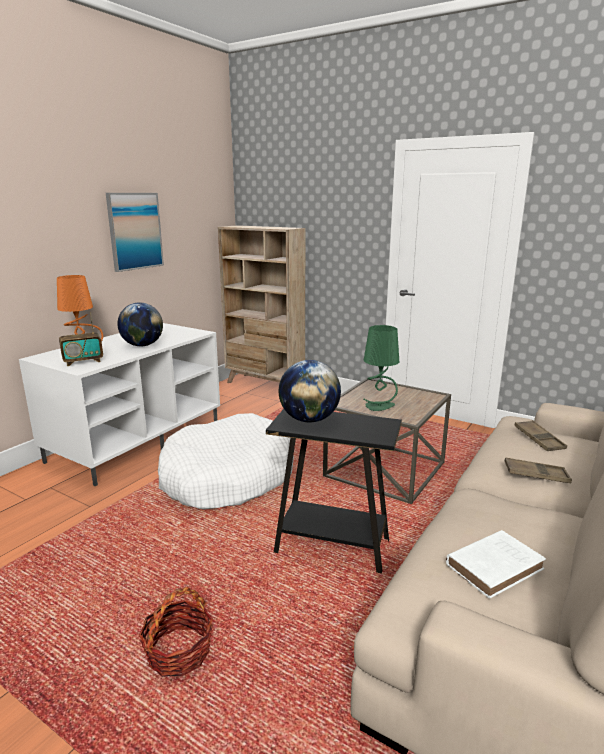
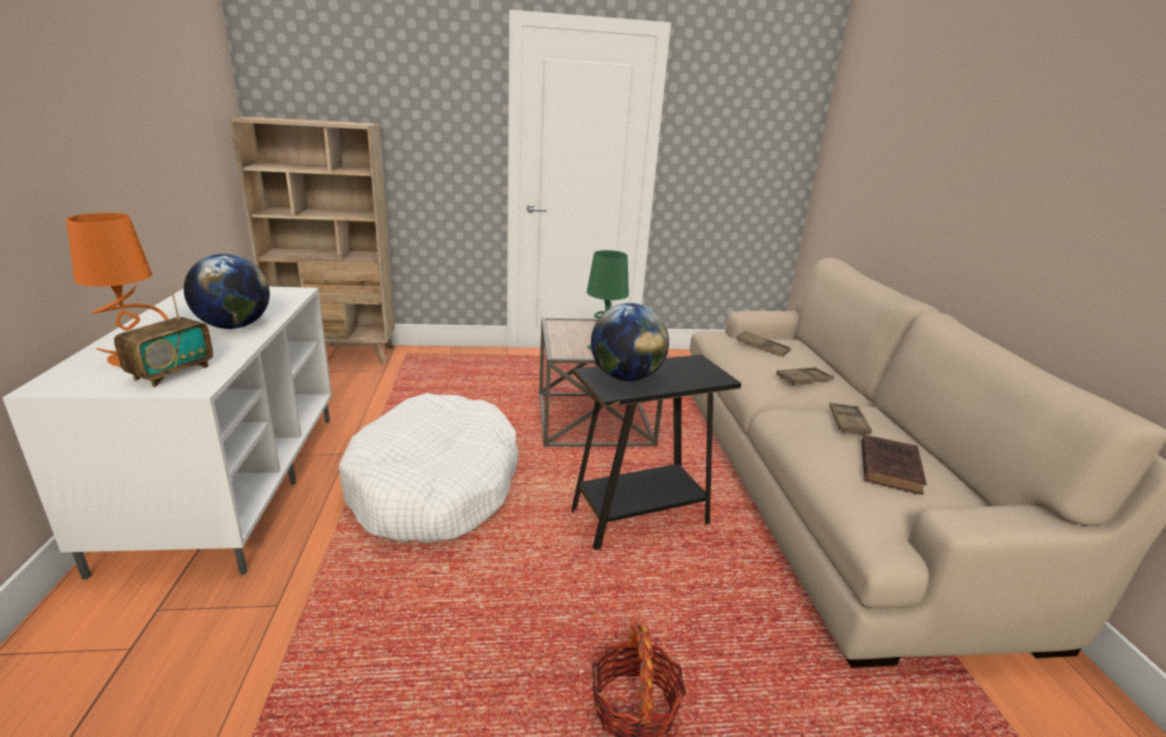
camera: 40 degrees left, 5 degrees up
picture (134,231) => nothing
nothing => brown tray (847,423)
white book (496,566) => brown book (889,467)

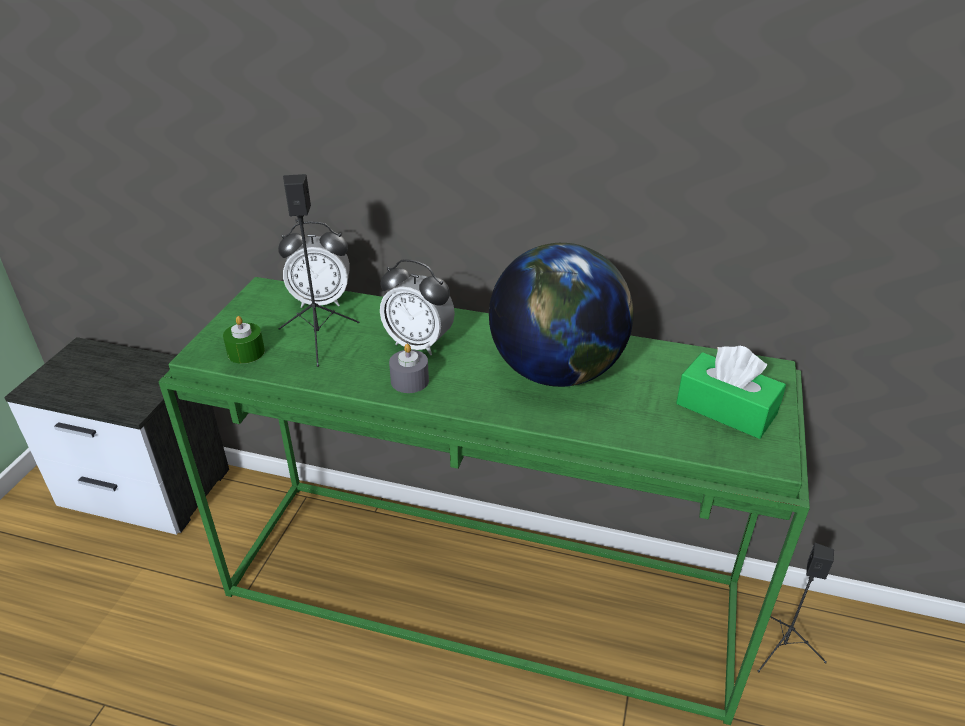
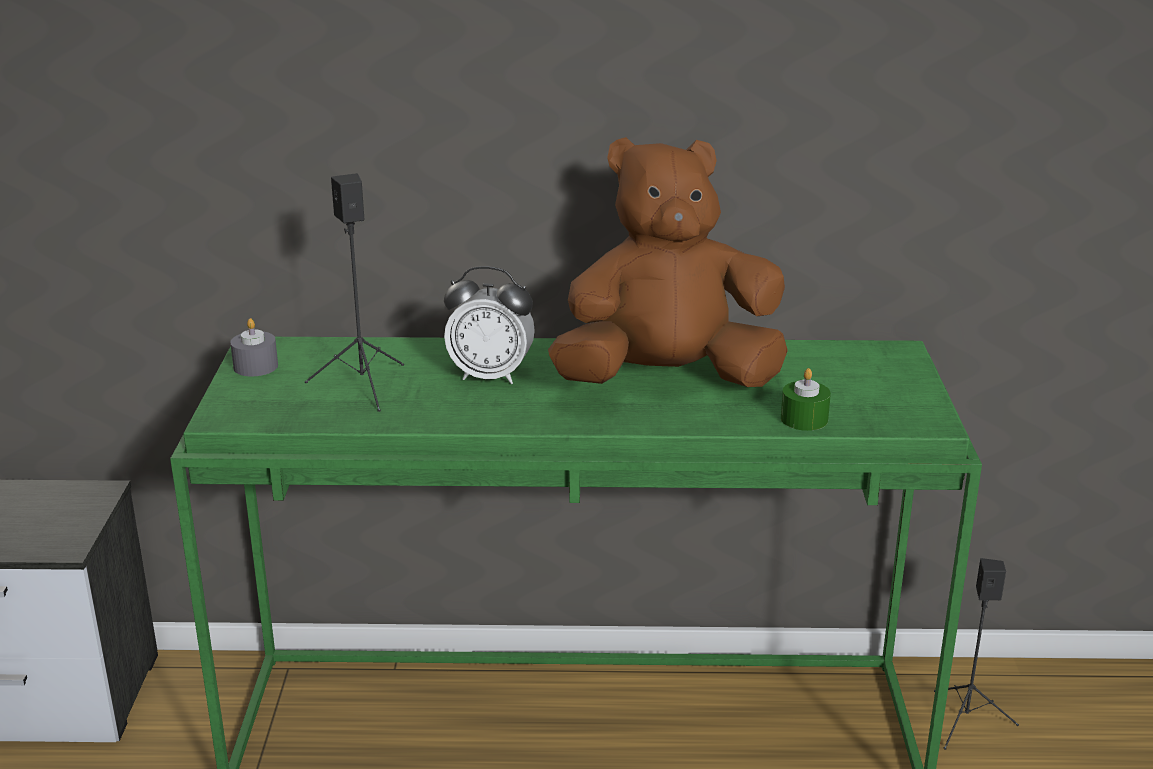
camera: 15 degrees left, 10 degrees down
alarm clock (321,301) => nothing
green tissue box (726,409) => nothing
green candle (246,352) => green candle (804,419), relocated
grey candle (409,381) => grey candle (255,366), relocated
globe (557,371) => brown plush toy (667,380)

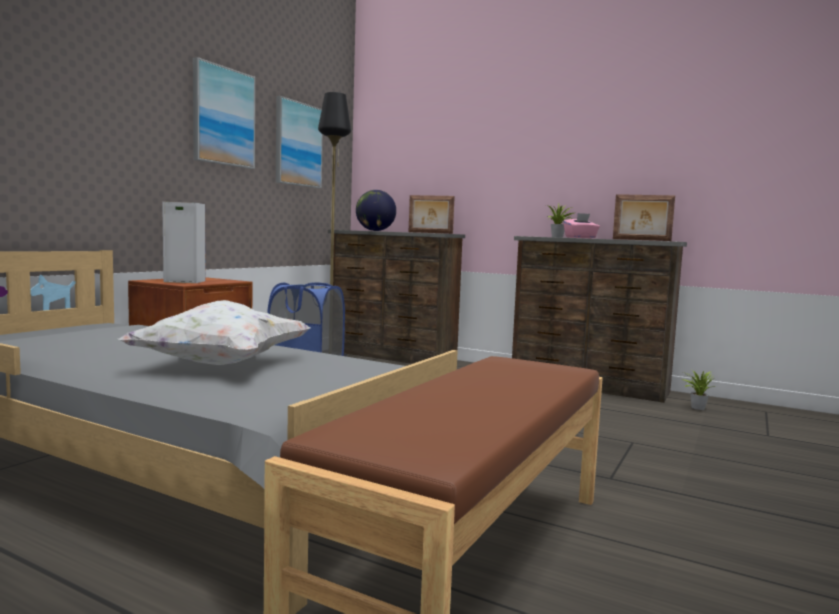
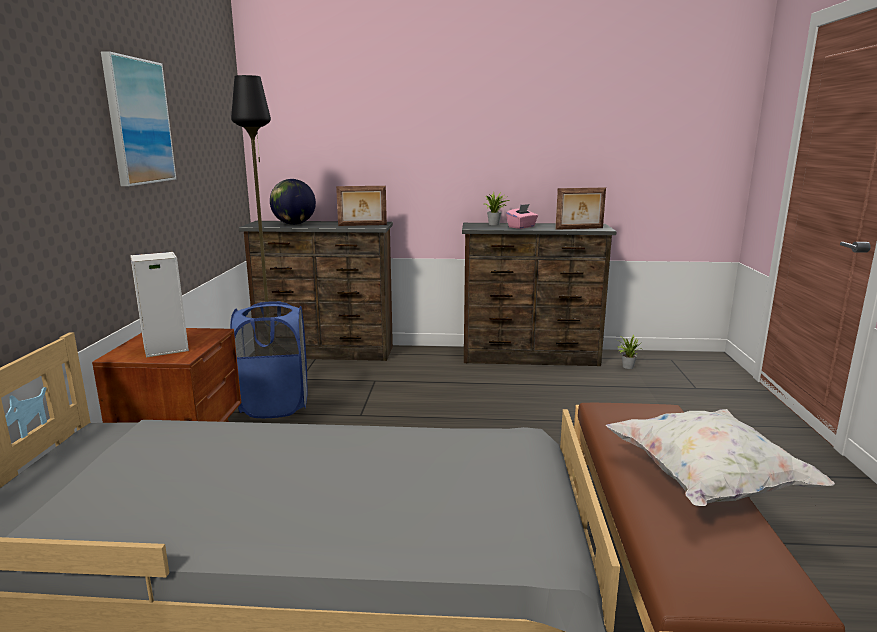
camera: 25 degrees left, 10 degrees up
picture (298,144) => nothing
white pillow (222,365) => white pillow (707,483), relocated

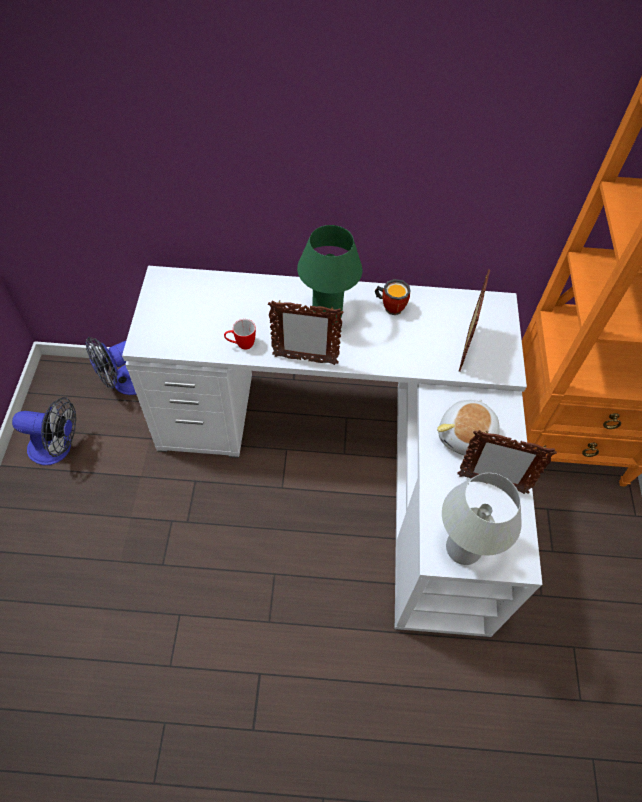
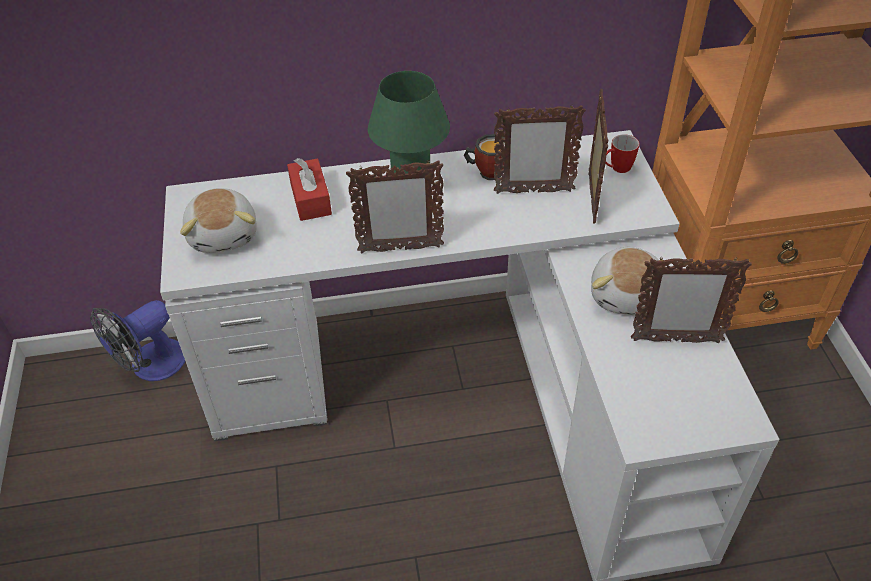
camera: 10 degrees left, 10 degrees down
fan (57,448) => nothing
white table lamp (463,548) => nothing
nothing => plush toy (224,234)
nothing => red tissue box (310,199)
nothing => picture frame (533,192)
mug (241,344) => mug (616,169), relocated

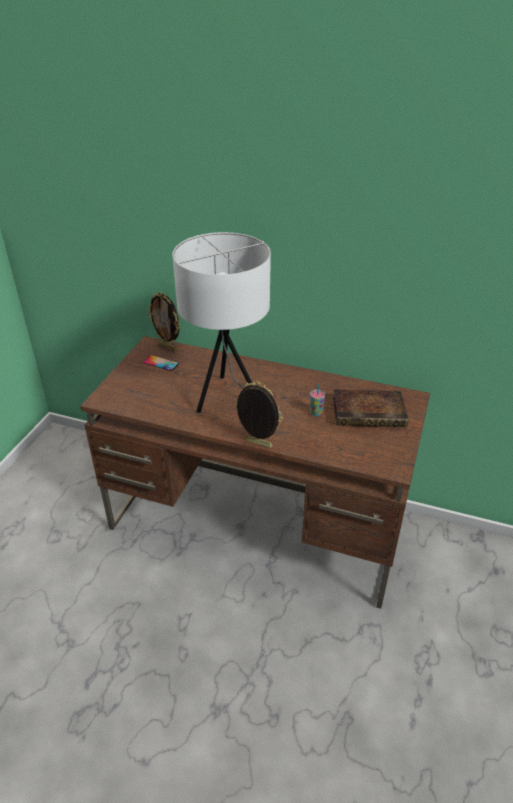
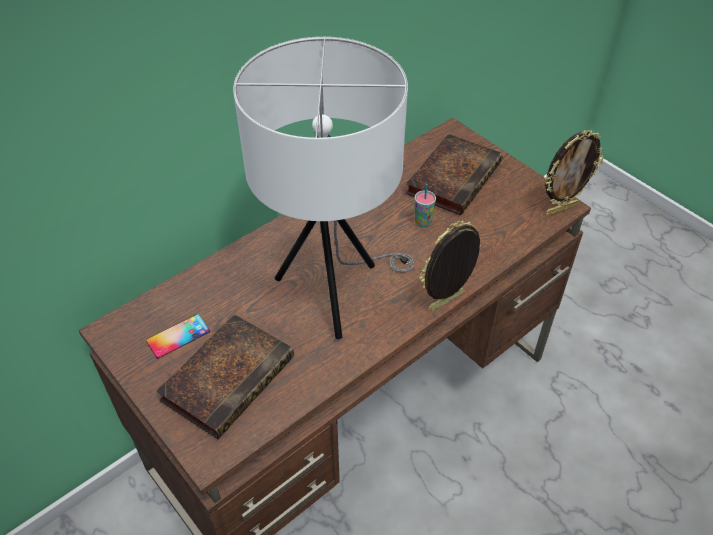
camera: 60 degrees left, 10 degrees up
nothing => book (229,376)
picture frame (167,347) => picture frame (561,209), relocated

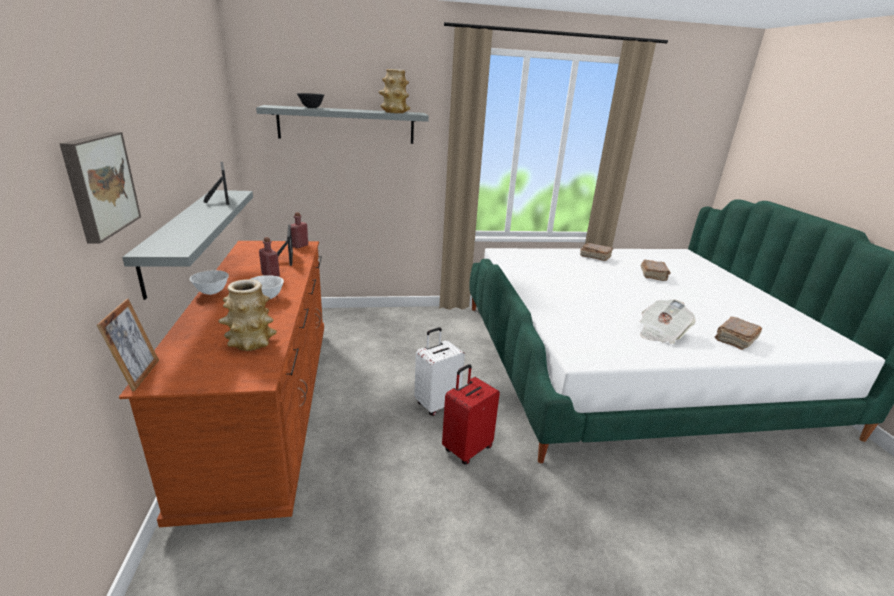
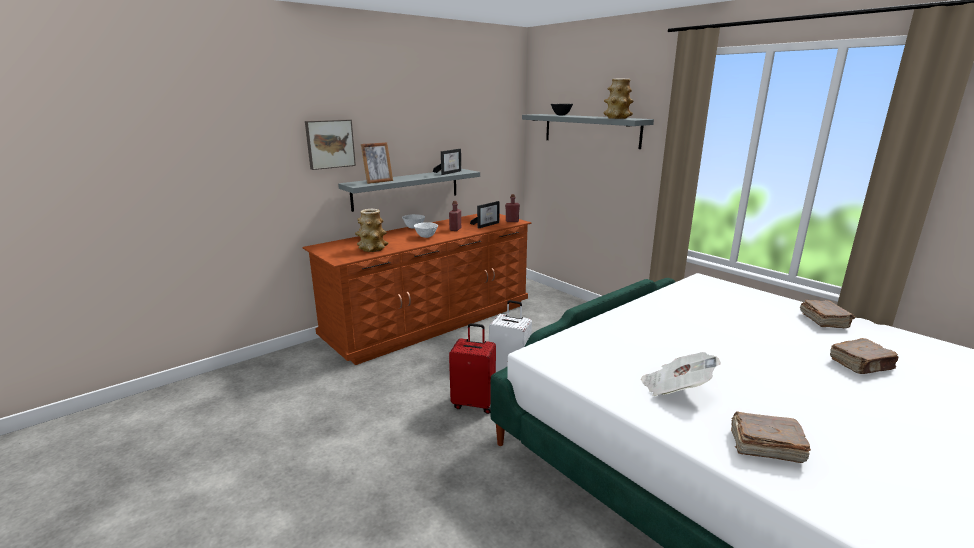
camera: 60 degrees right, 5 degrees down
picture frame (138,375) => picture frame (378,181), relocated

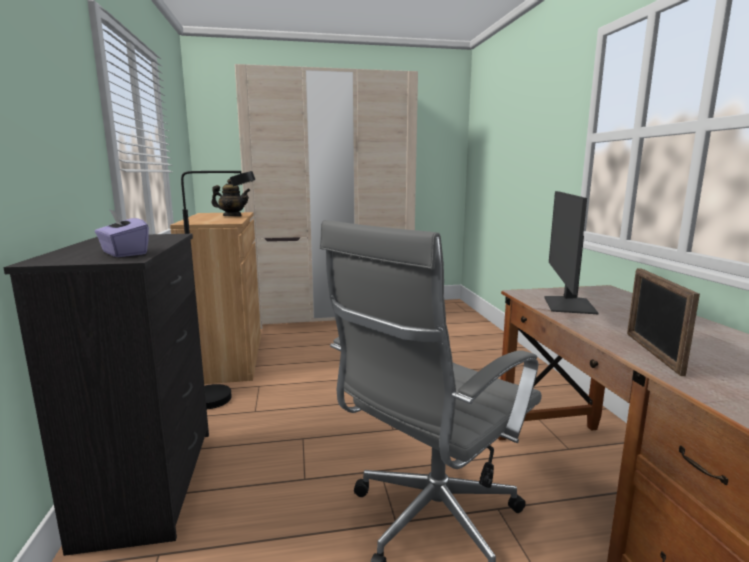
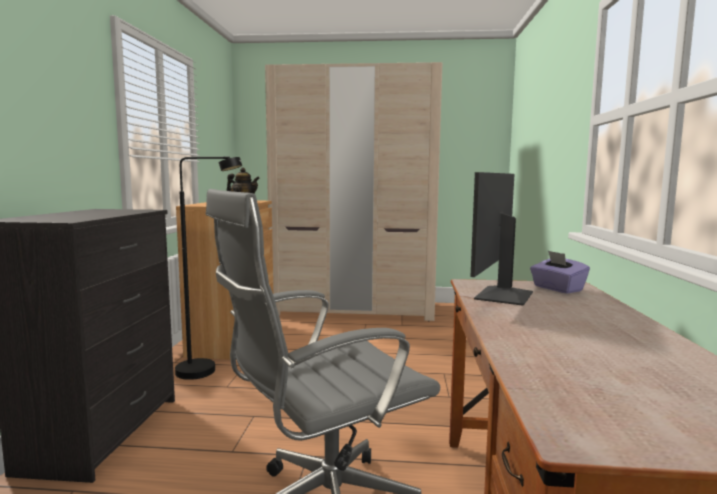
camera: 15 degrees right, 5 degrees down
picture frame (652,353) => nothing
purple tissue box (123,253) => purple tissue box (557,289), relocated

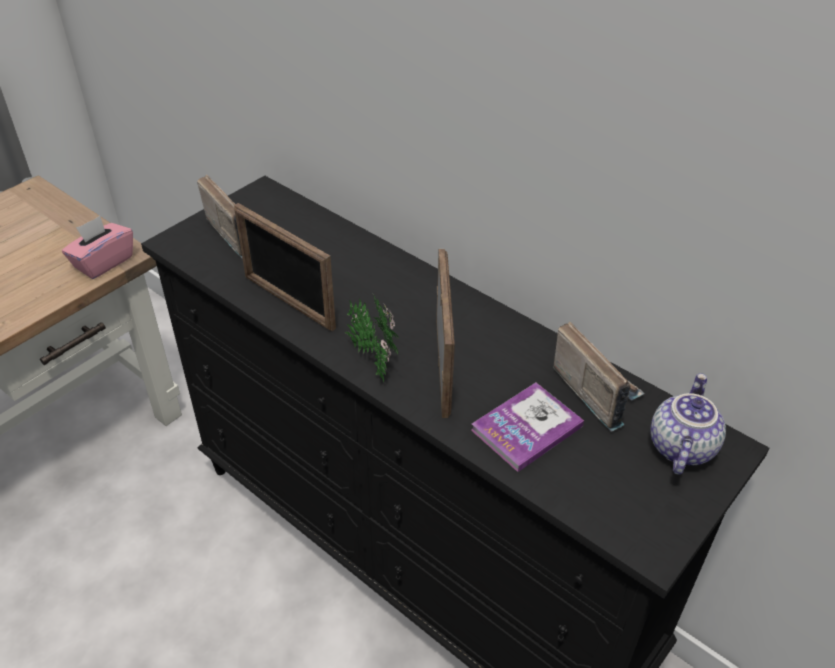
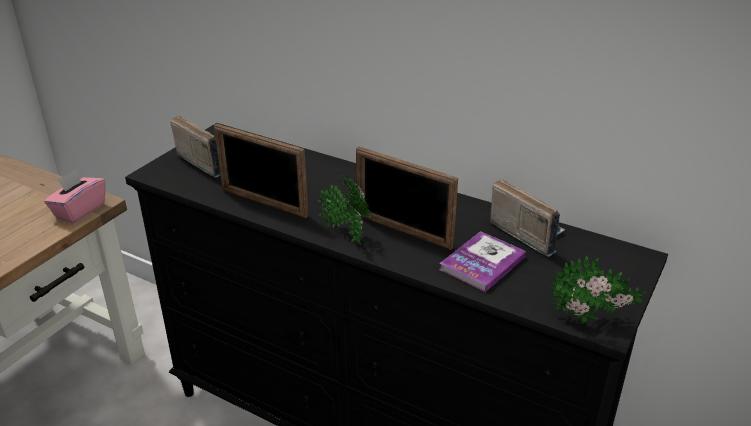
camera: 10 degrees left, 10 degrees down
teapot (679,446) => nothing
nothing => potted plant (591,321)
picture frame (442,366) => picture frame (403,231), 135 degrees clockwise

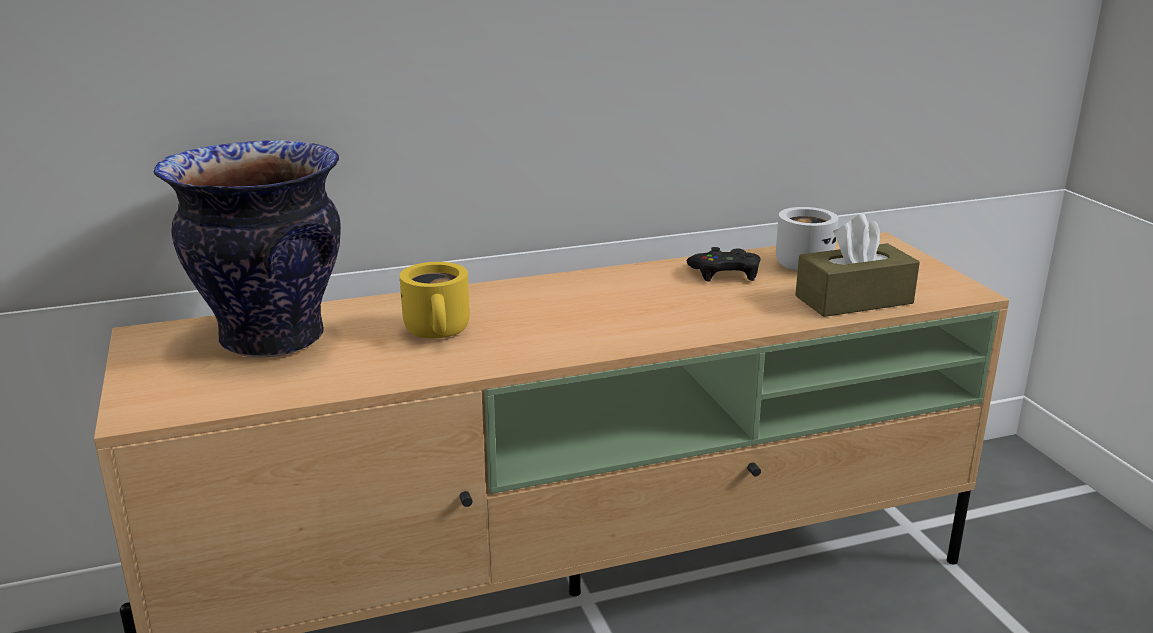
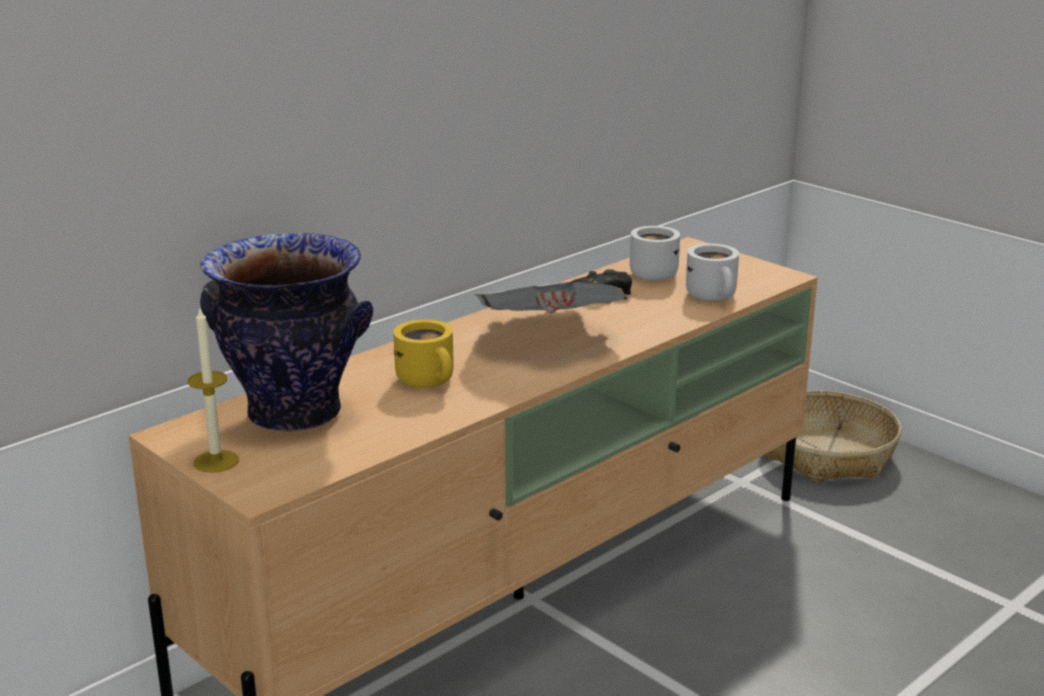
camera: 25 degrees left, 0 degrees up
nothing => candle (216,461)
nothing => newspaper (551,337)
nothing => basket (826,454)
brown tissue box (854,300) => white mug (714,296)

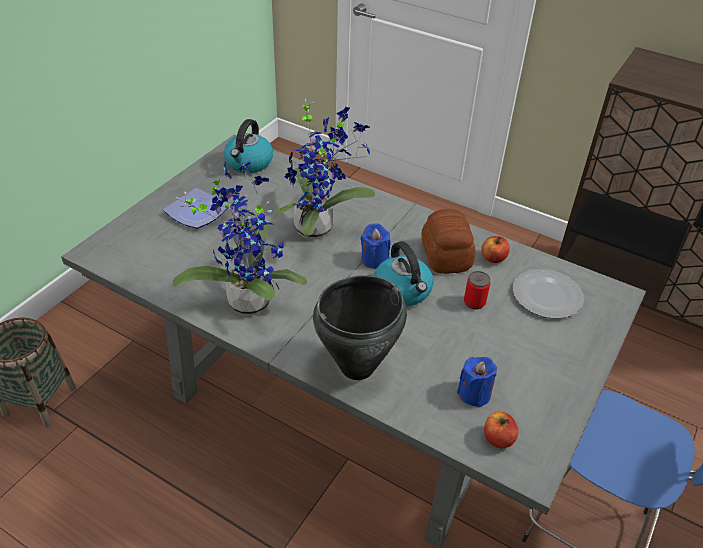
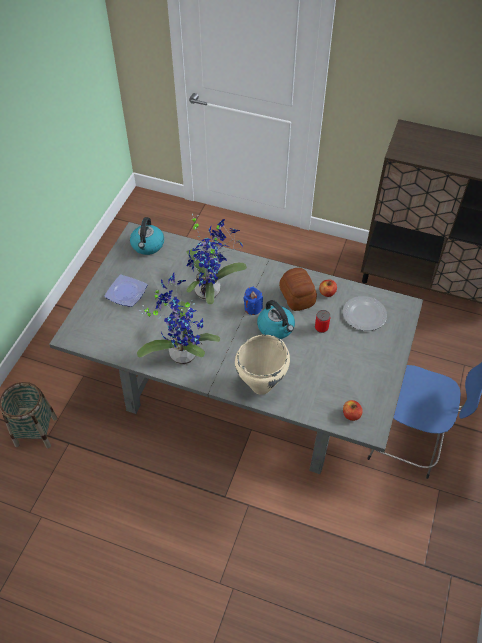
camera: 10 degrees left, 10 degrees up
blue candle (474,393) => nothing
black cooking pot (358,367) => beige cooking pot (262,386)

